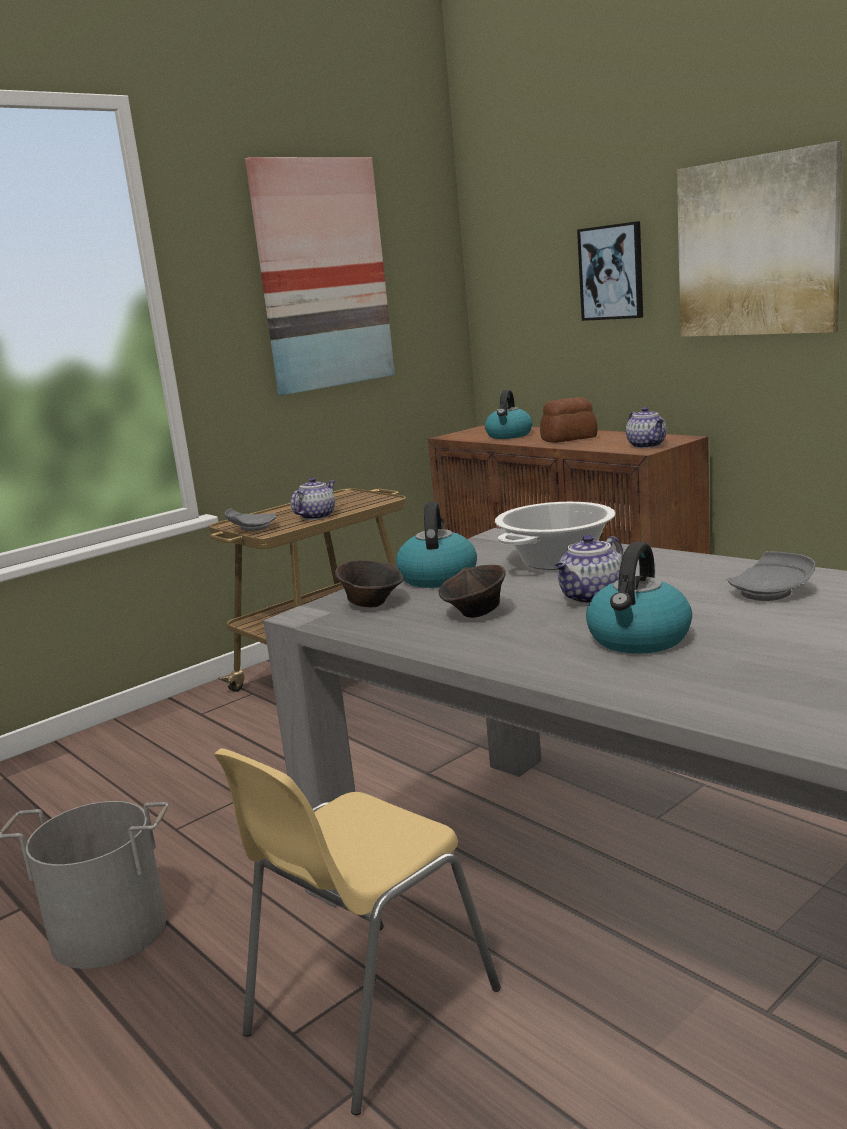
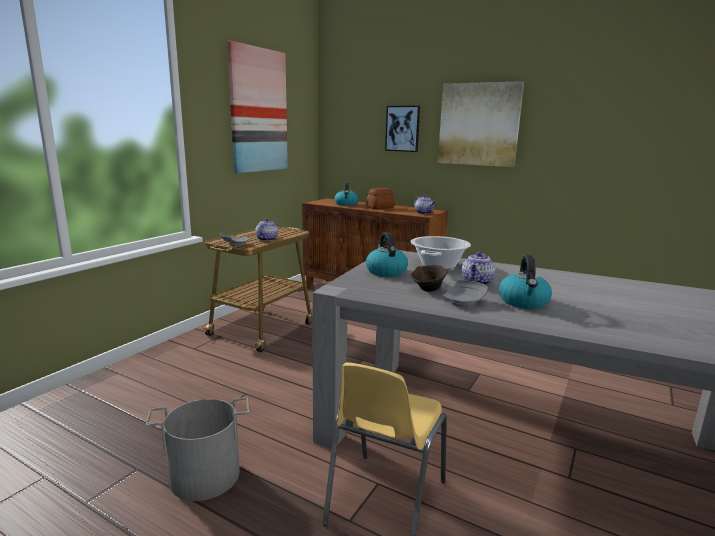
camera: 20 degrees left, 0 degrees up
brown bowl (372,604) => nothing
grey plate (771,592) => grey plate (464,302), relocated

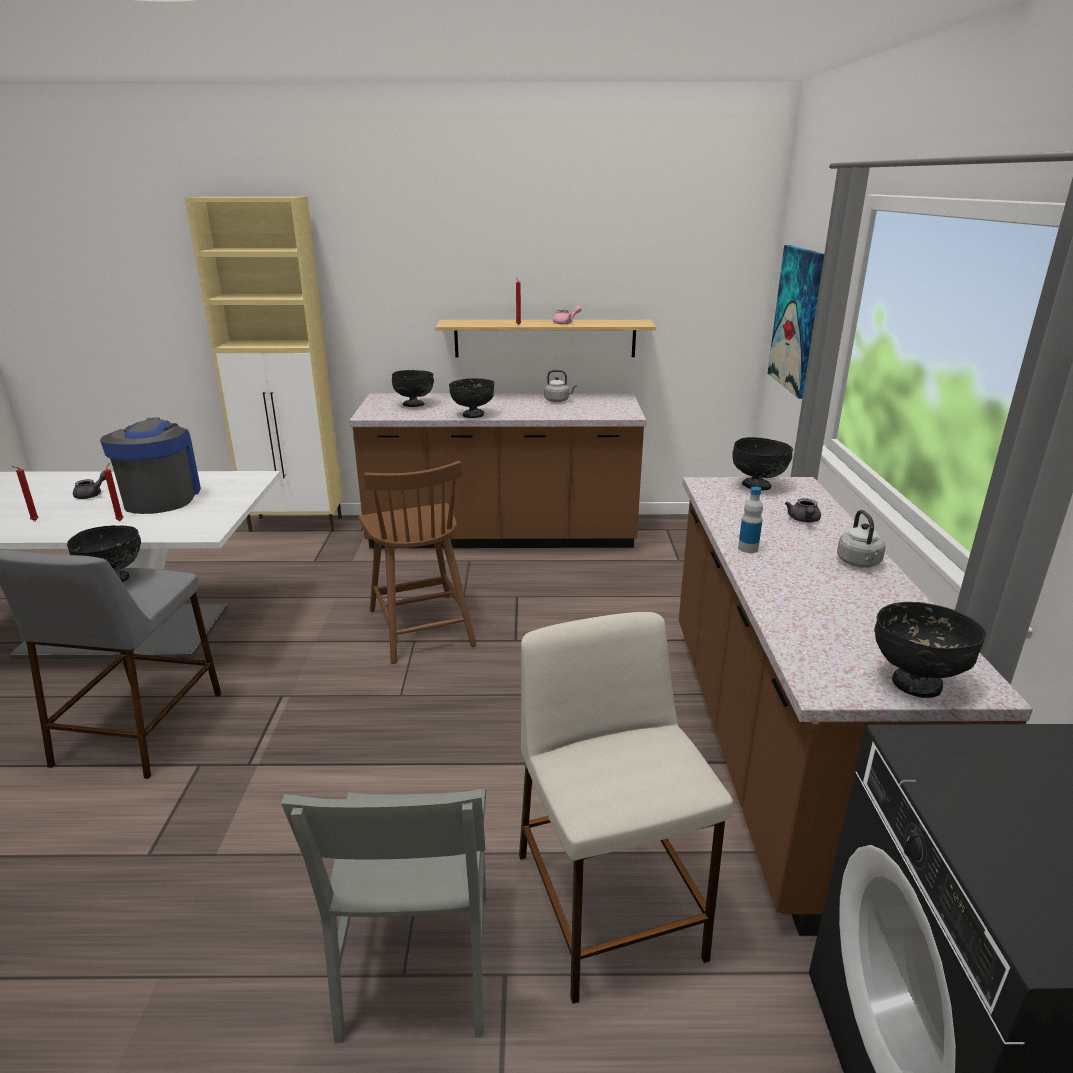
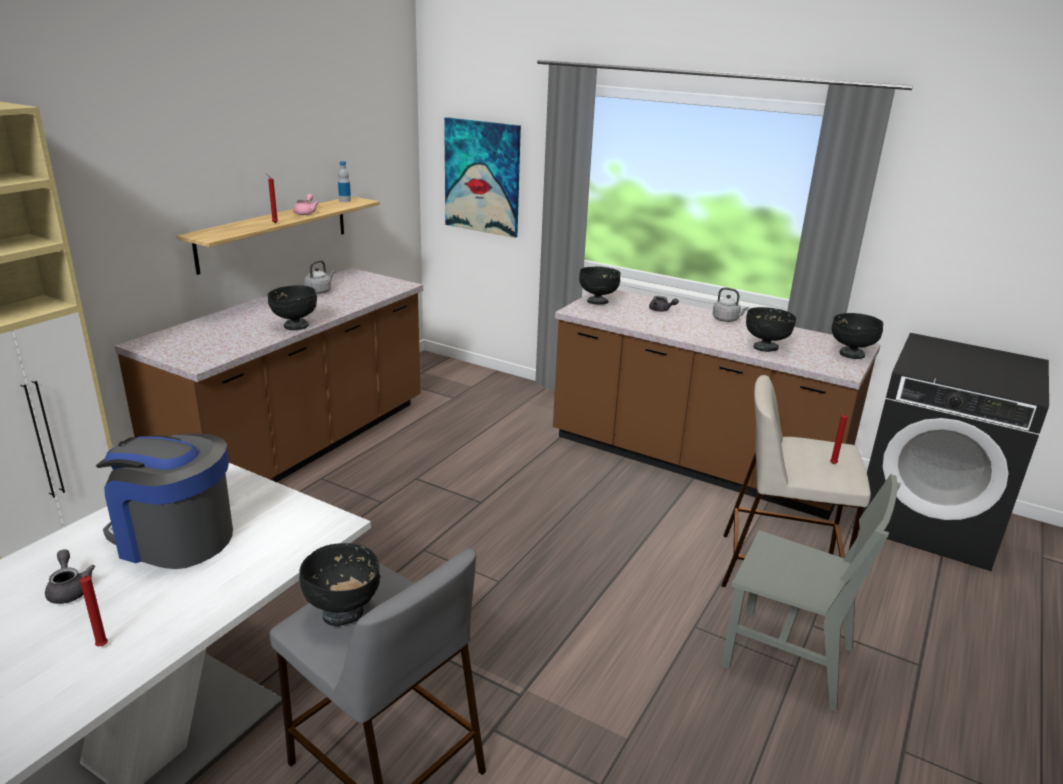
camera: 60 degrees left, 0 degrees up
brown chair (421,626) => nothing
red candle (121,520) => red candle (832,463), relocated
black bowl (414,405) => black bowl (765,348), relocated
bottle (748,548) => bottle (345,201), relocated

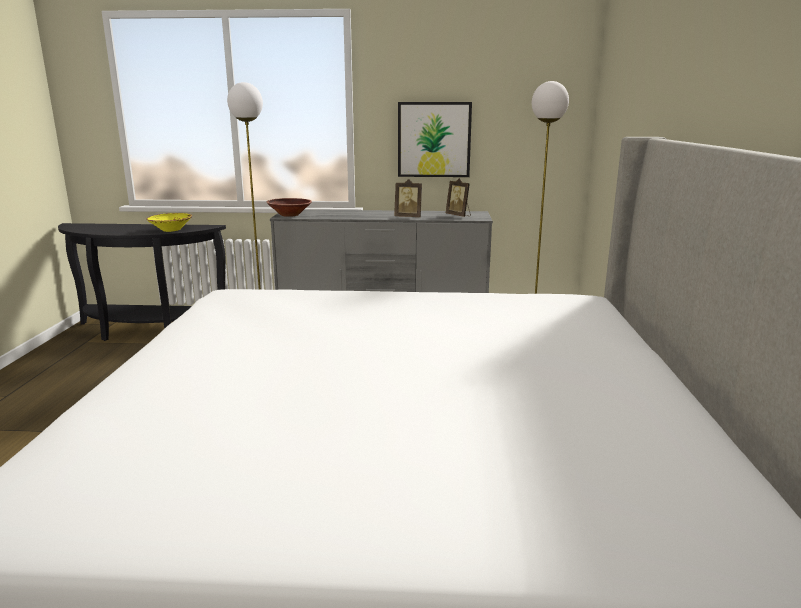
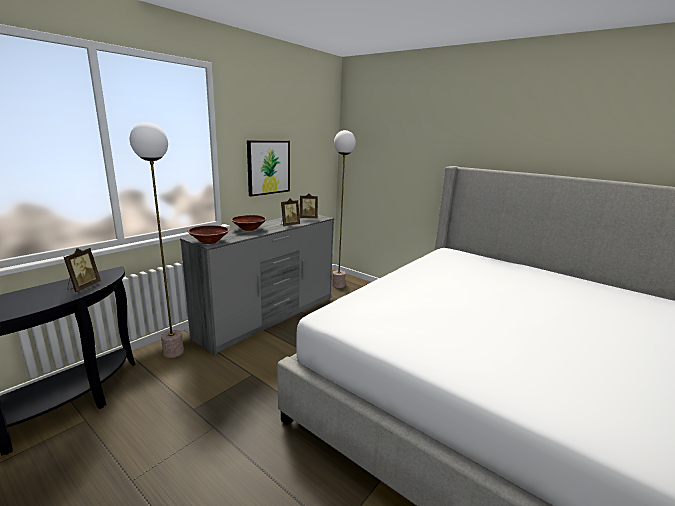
camera: 55 degrees left, 0 degrees up
nothing => brown bowl (249,229)
yellow bowl (171,230) => picture frame (83,287)

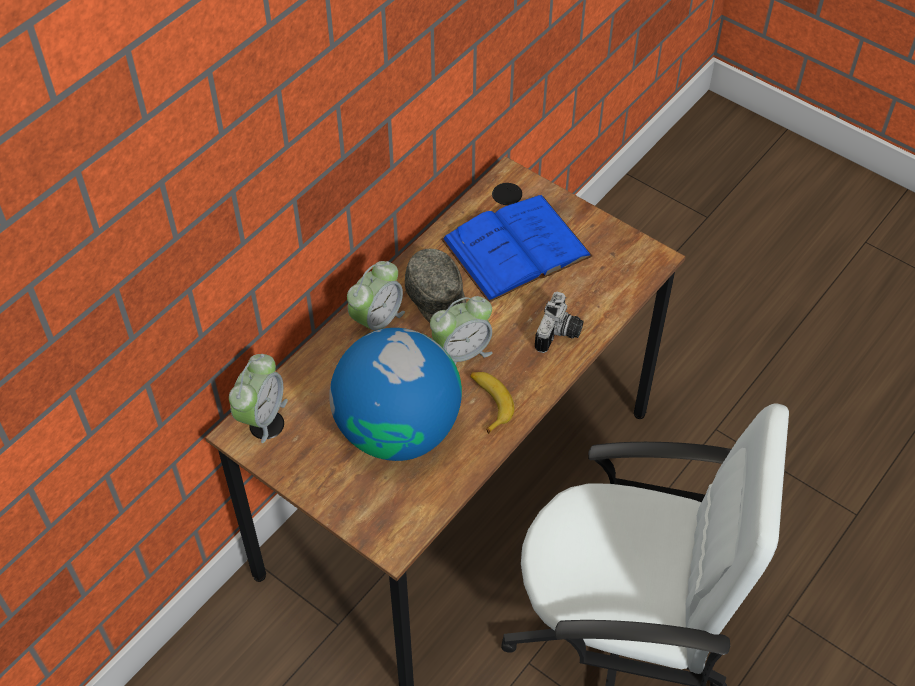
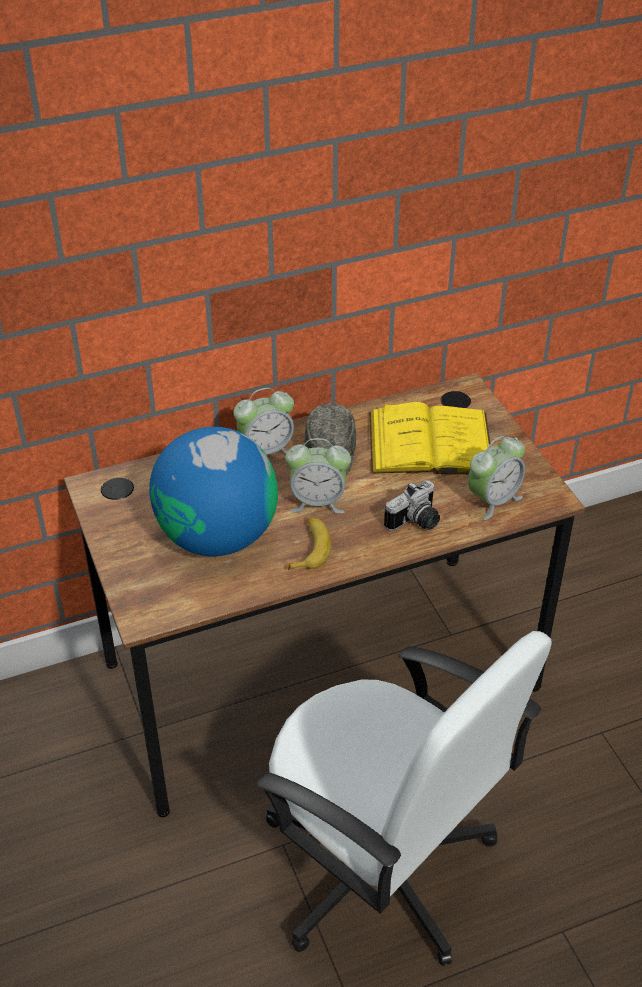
camera: 30 degrees right, 10 degrees down
alarm clock (261,416) => alarm clock (493,500), relocated
blue book (516,248) => yellow book (430,442)

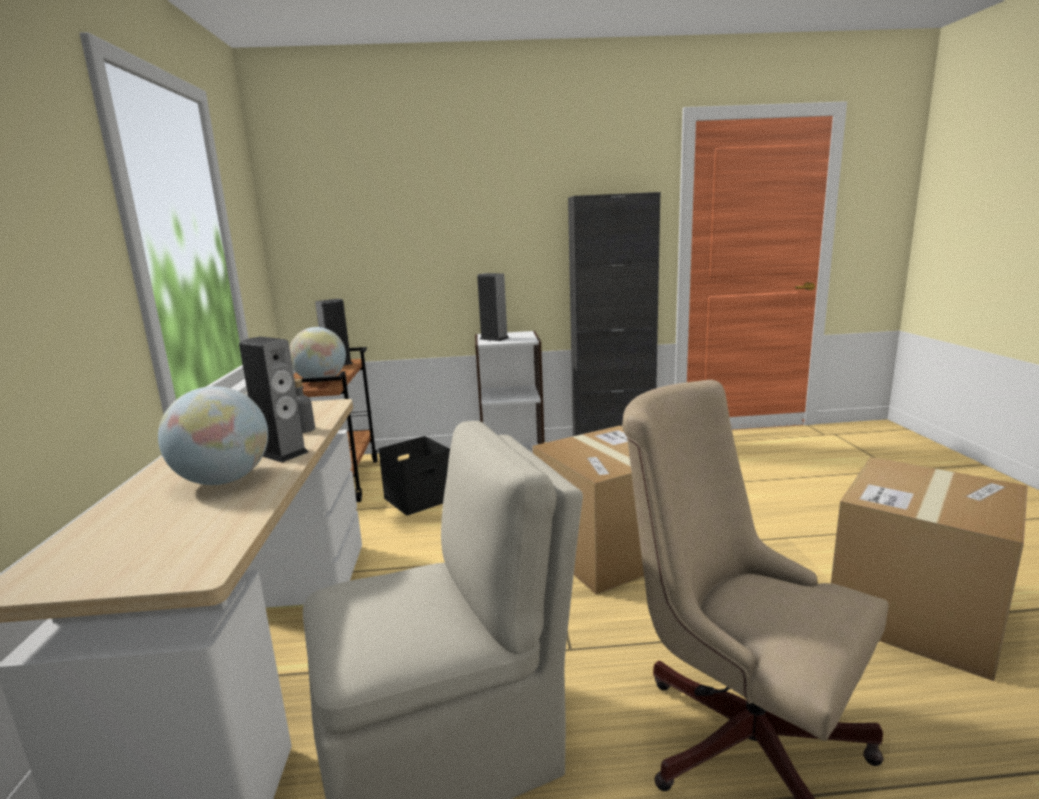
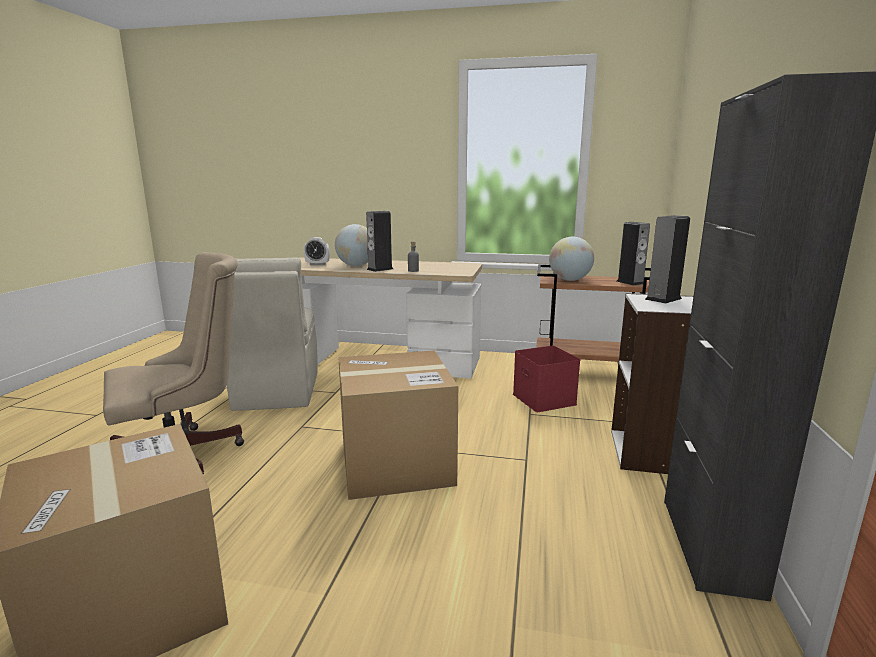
camera: 105 degrees right, 0 degrees up
nothing => alarm clock (317,264)
black storage box (419,497) => red storage box (545,399)

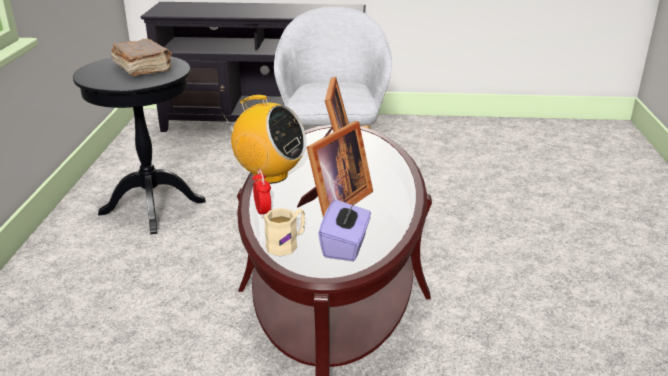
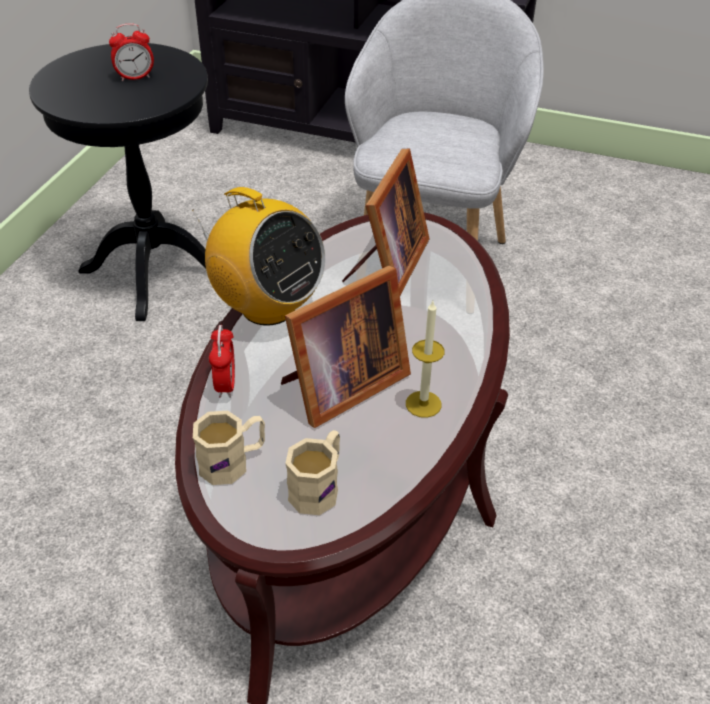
camera: 15 degrees right, 15 degrees up
nothing => candle (423,404)
brown book (143,68) => alarm clock (135,77)
purple tissue box (345,246) => beige mug (319,486)

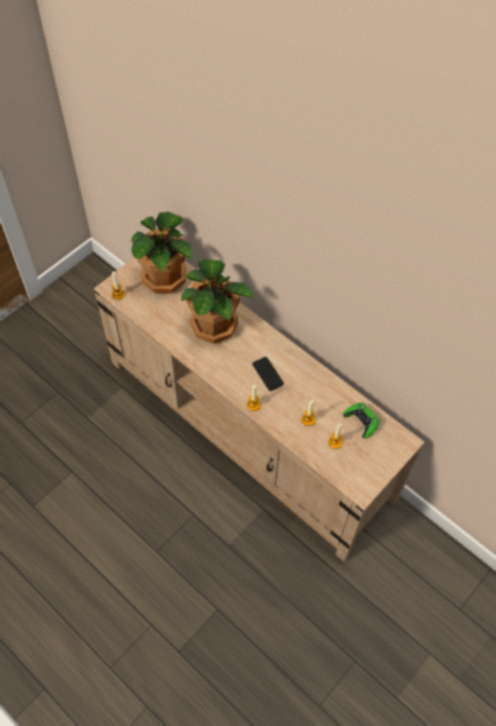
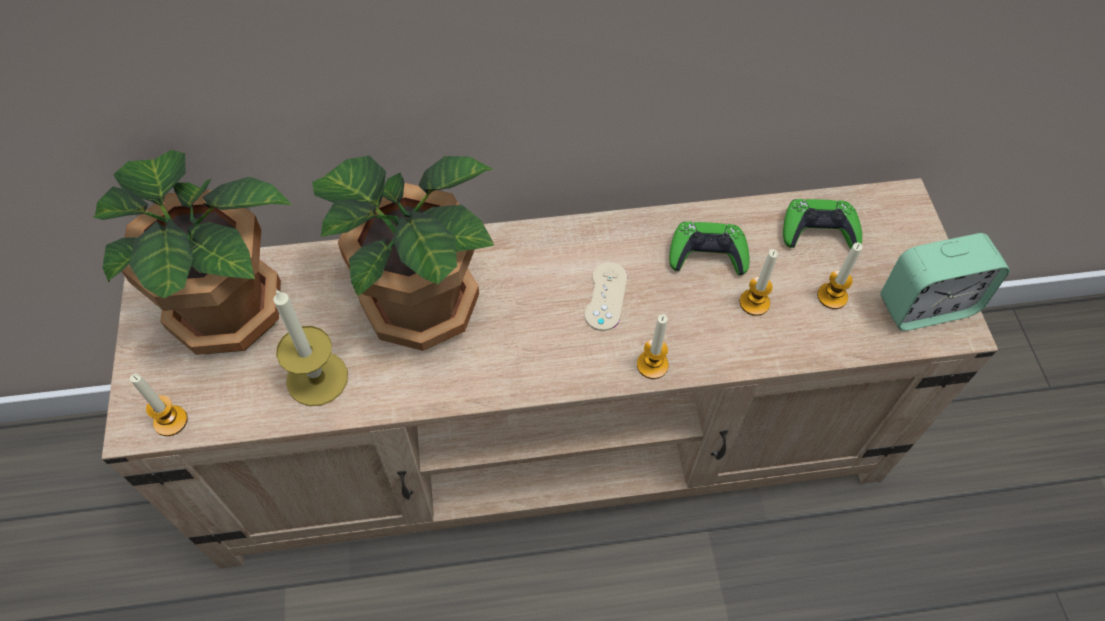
camera: 50 degrees left, 0 degrees up
nothing => candle (317,378)
nothing => green game controller (707,254)
nothing => alarm clock (926,306)
phone (267,374) => beige game controller (606,296)

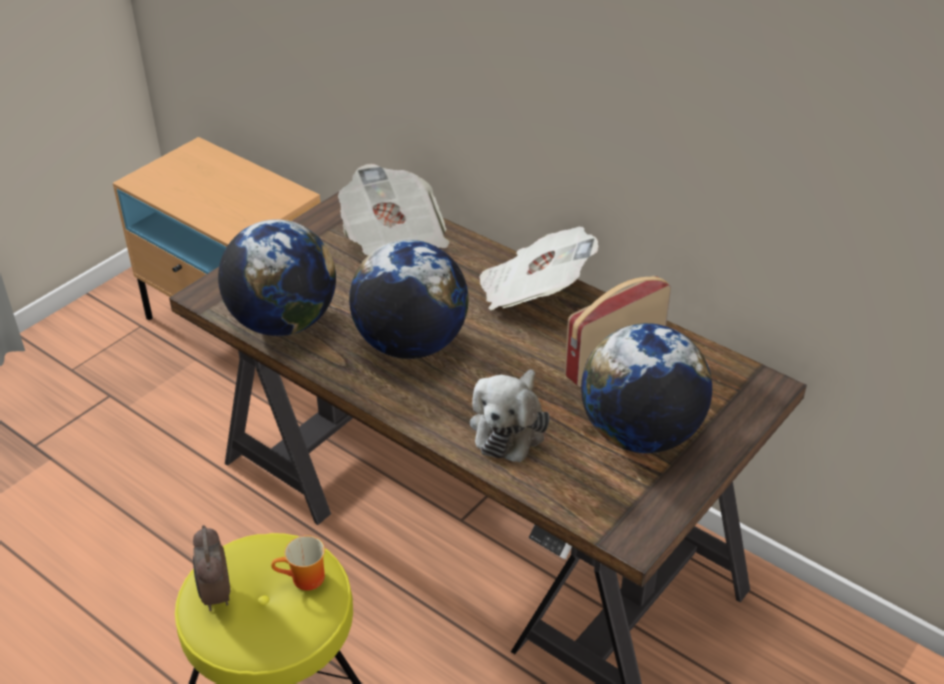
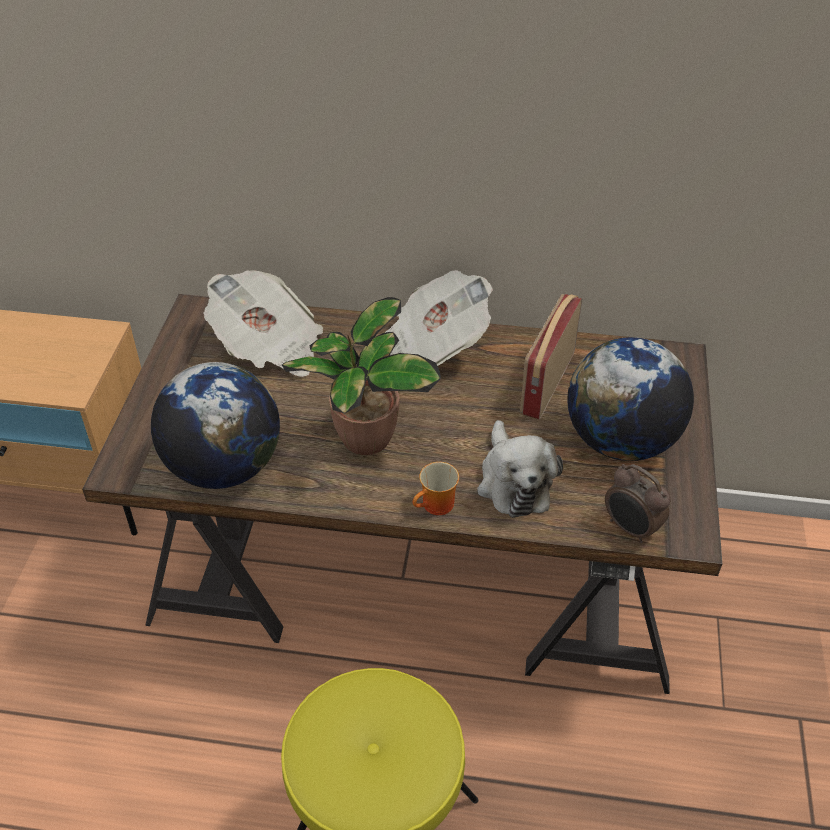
camera: 30 degrees left, 5 degrees up
alarm clock (215,595) => alarm clock (630,529), relocated
mug (304,580) => mug (437,507), relocated
globe (410,344) => potted plant (363,440)

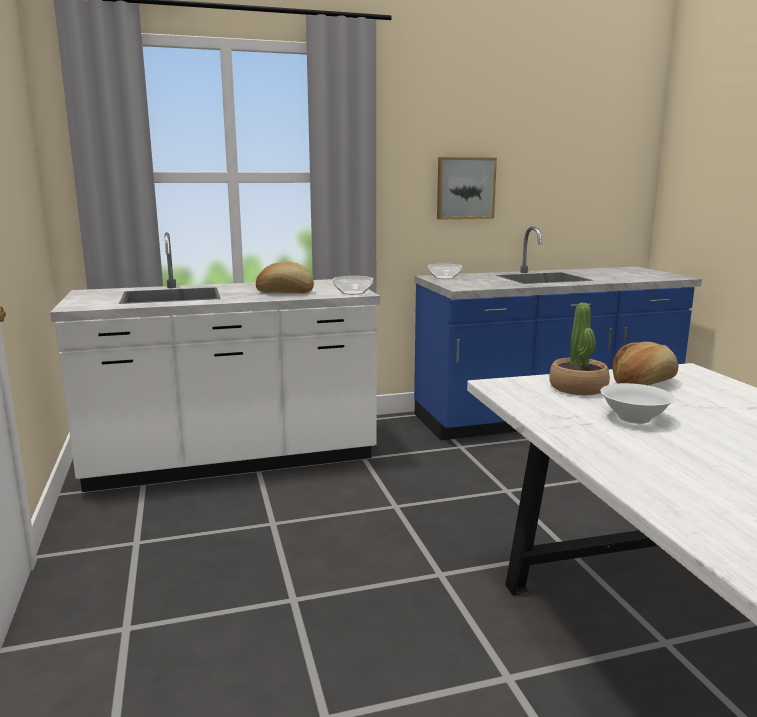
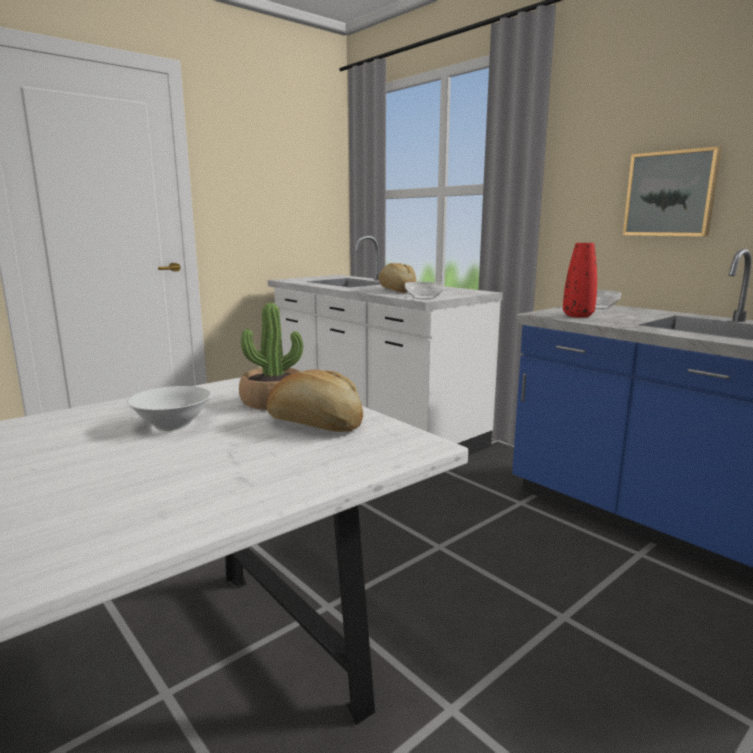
camera: 65 degrees right, 0 degrees up
nothing => red vase (578,316)

